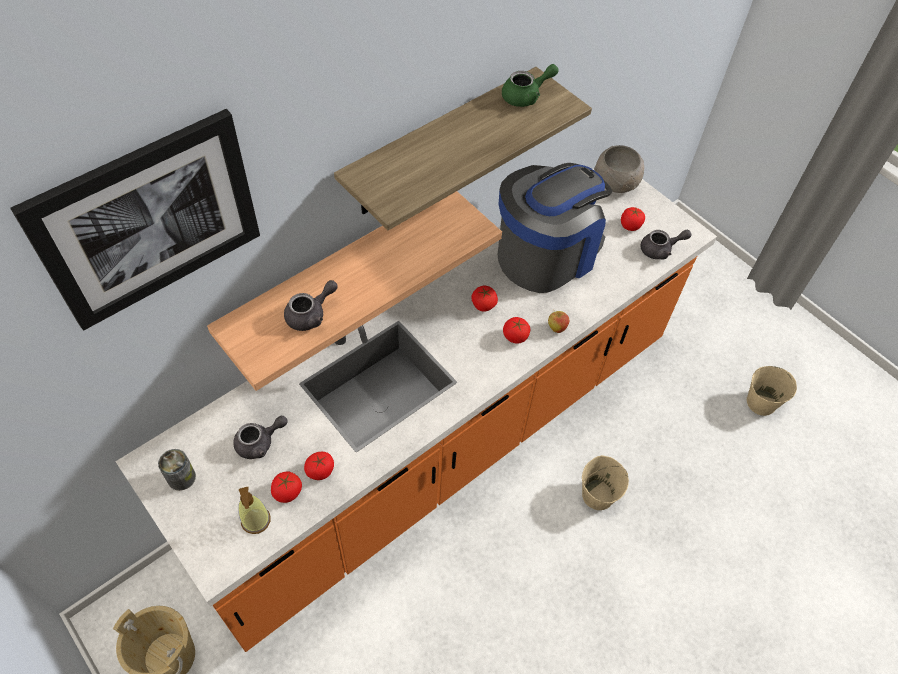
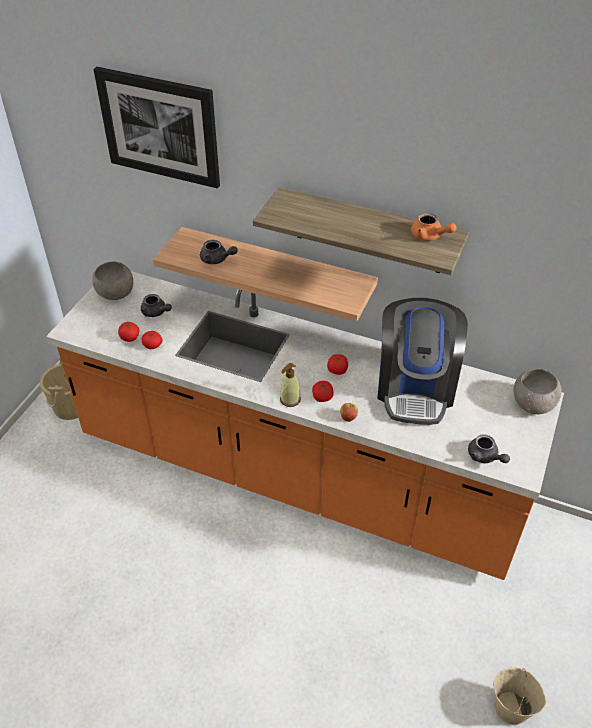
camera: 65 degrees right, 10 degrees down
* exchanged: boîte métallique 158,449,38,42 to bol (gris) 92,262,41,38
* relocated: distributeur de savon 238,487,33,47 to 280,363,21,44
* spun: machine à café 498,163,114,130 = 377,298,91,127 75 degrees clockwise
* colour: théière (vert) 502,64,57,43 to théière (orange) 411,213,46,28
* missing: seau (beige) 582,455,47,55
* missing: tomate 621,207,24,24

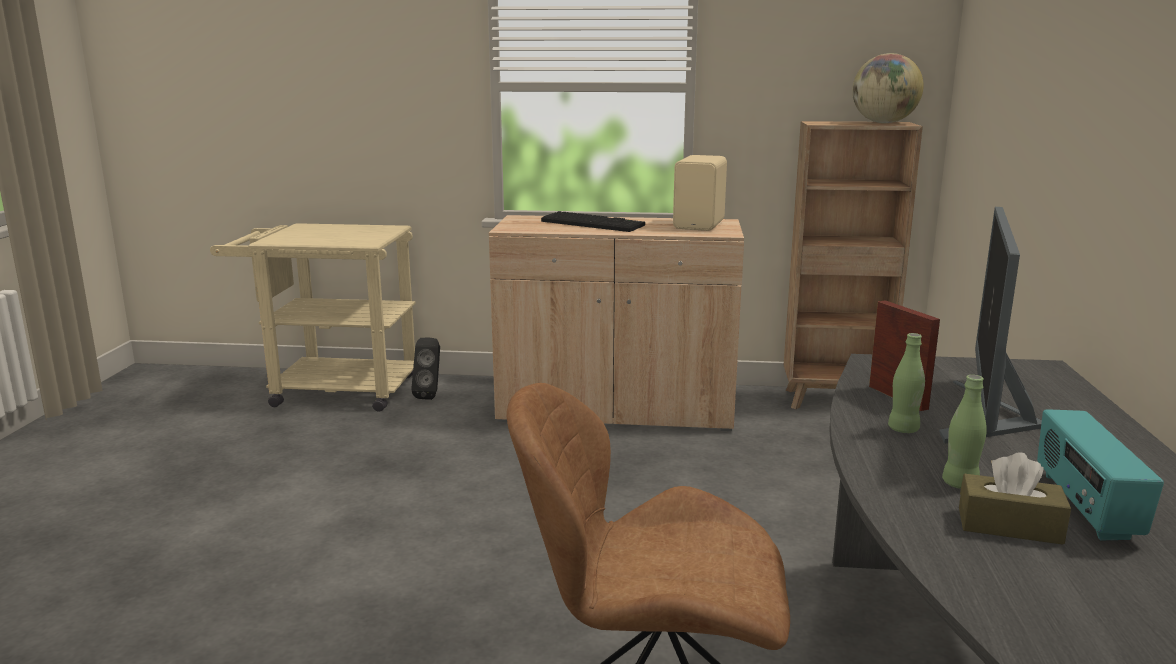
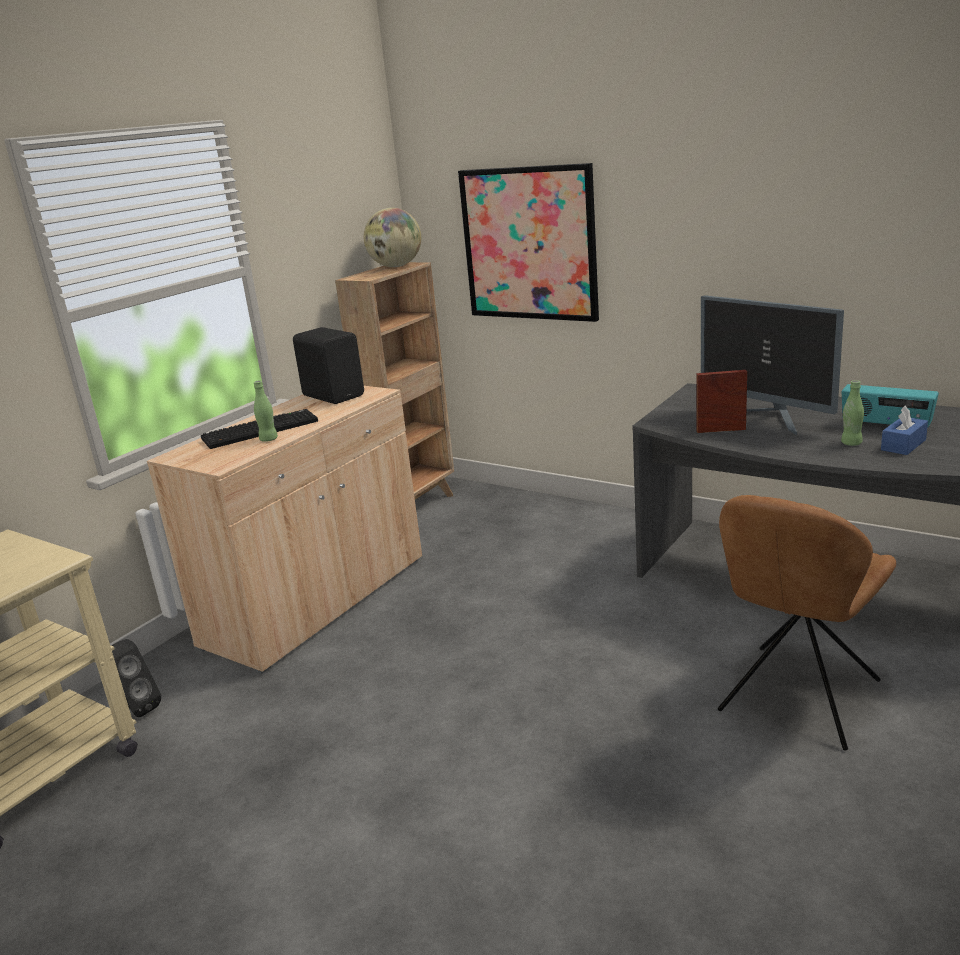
camera: 60 degrees left, 5 degrees up
* colour: enceinte (beige) 673,155,54,76 to enceinte (noir) 293,327,71,77
* relocated: bouteille (vert) 888,333,37,100 to 254,381,24,61
* colour: boîte à mouchoirs (marron) 959,452,112,93 to boîte à mouchoirs (bleu) 881,405,47,50
* appeared: tableau 458,163,141,159

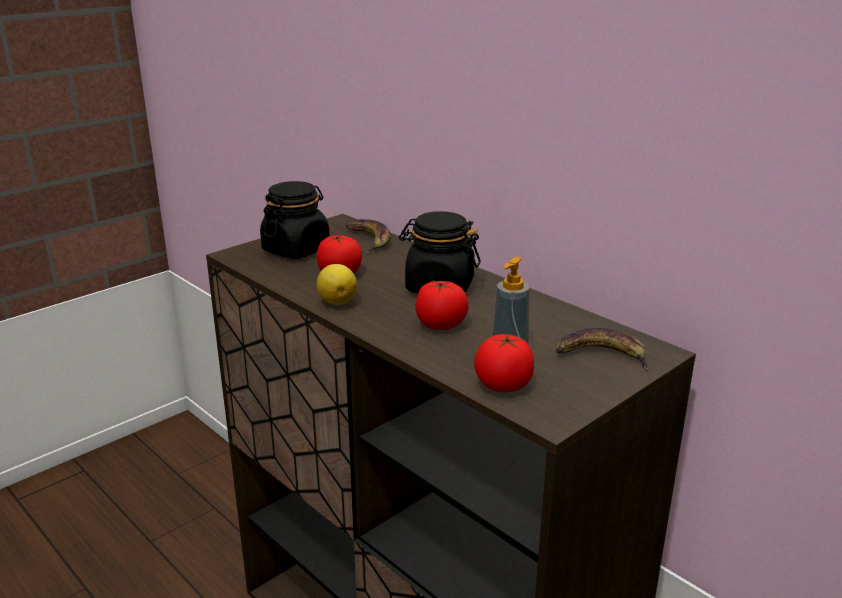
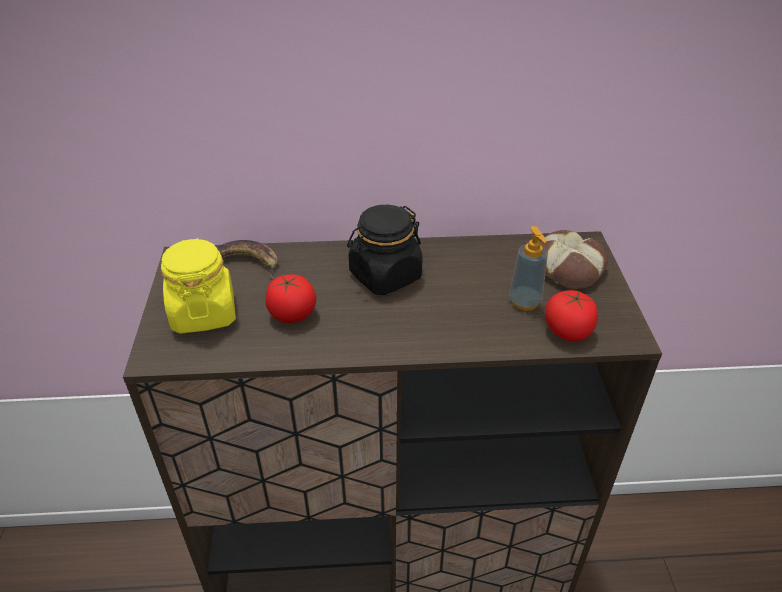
camera: 50 degrees left, 15 degrees up
* colour: bocal (noir) 260,181,70,78 to bocal (jaune) 161,238,75,96
* missing: citron 317,264,40,41
* missing: tomate 415,280,54,50
* exchanged: banane 556,328,93,42 to pain 540,230,68,59

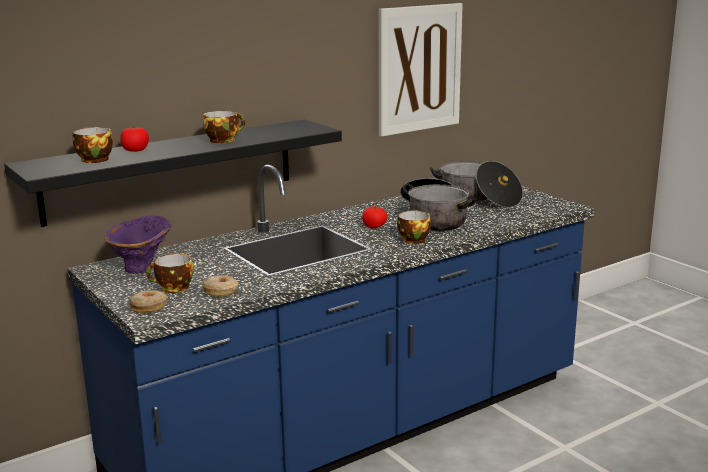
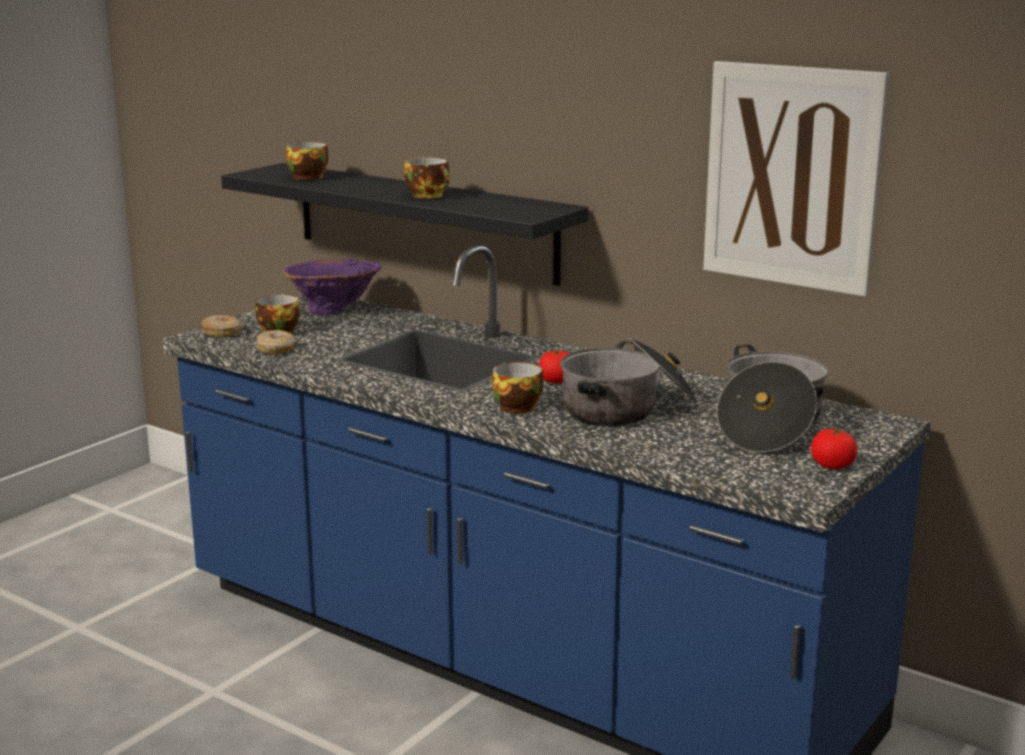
camera: 70 degrees right, 0 degrees up
* relocated: tomate 120,126,29,26 to 811,428,47,42

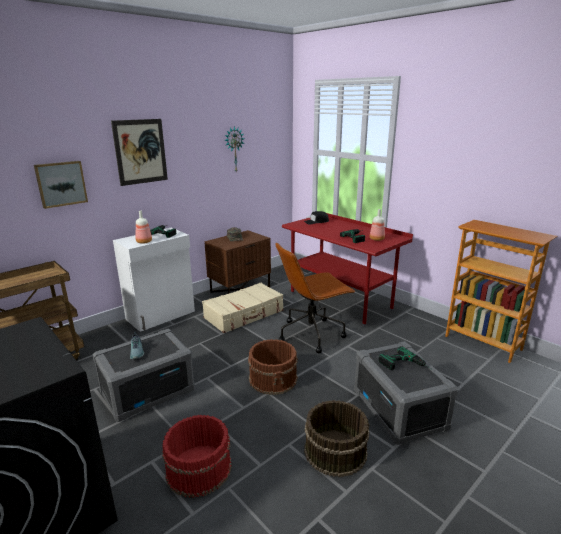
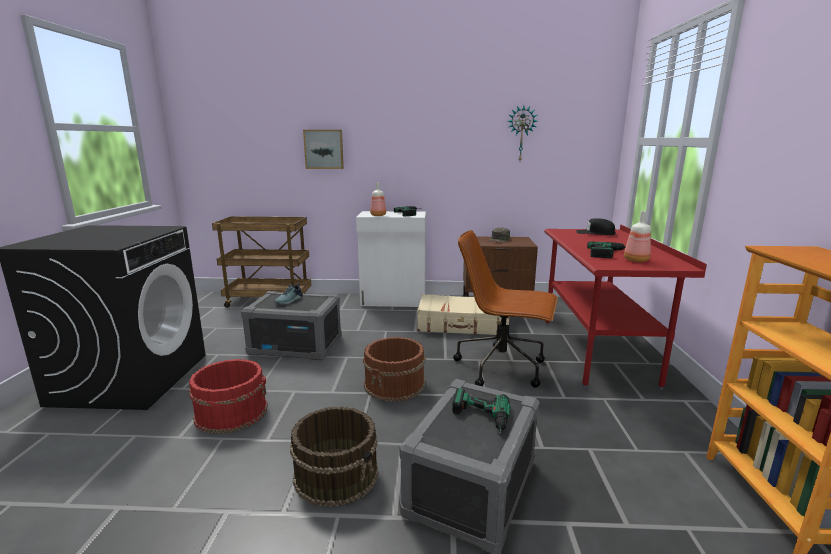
camera: 45 degrees right, 5 degrees down
* missing: tableau 111,119,57,67

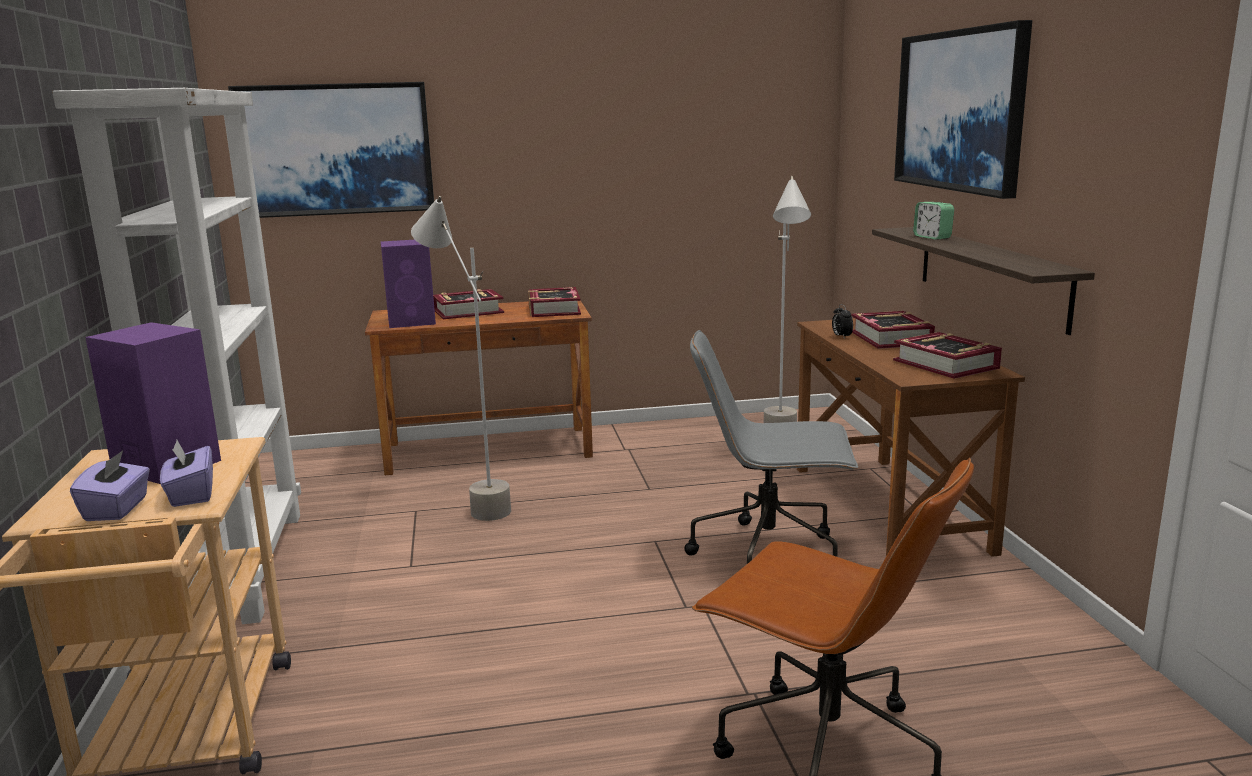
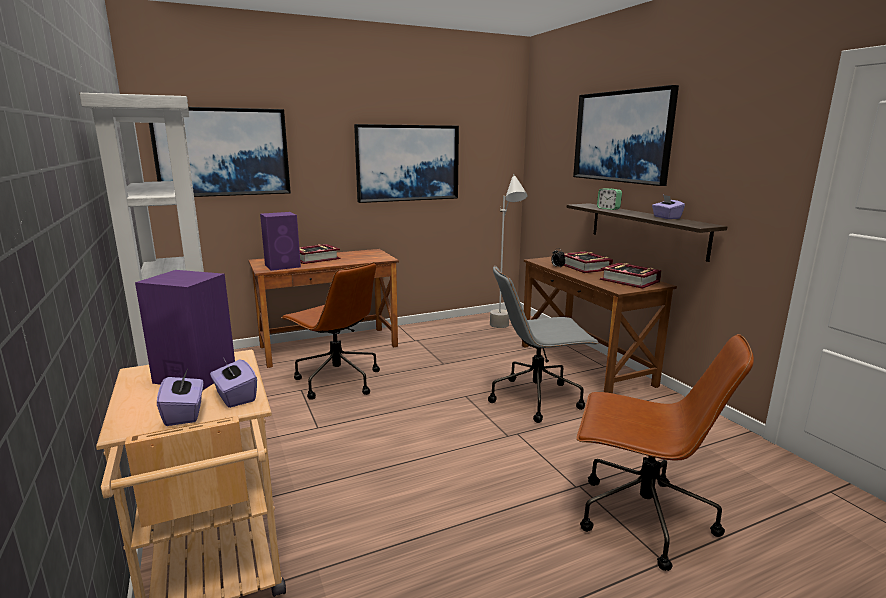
camera: 15 degrees left, 0 degrees up
* exchanged: lampadaire (gris) 411,196,100,325 to chaise de bureau (marron) 281,262,99,138
* missing: livre 528,287,53,30
* appeared: tableau 354,124,105,79
* appeared: boîte à mouchoirs (violet) 652,195,33,24

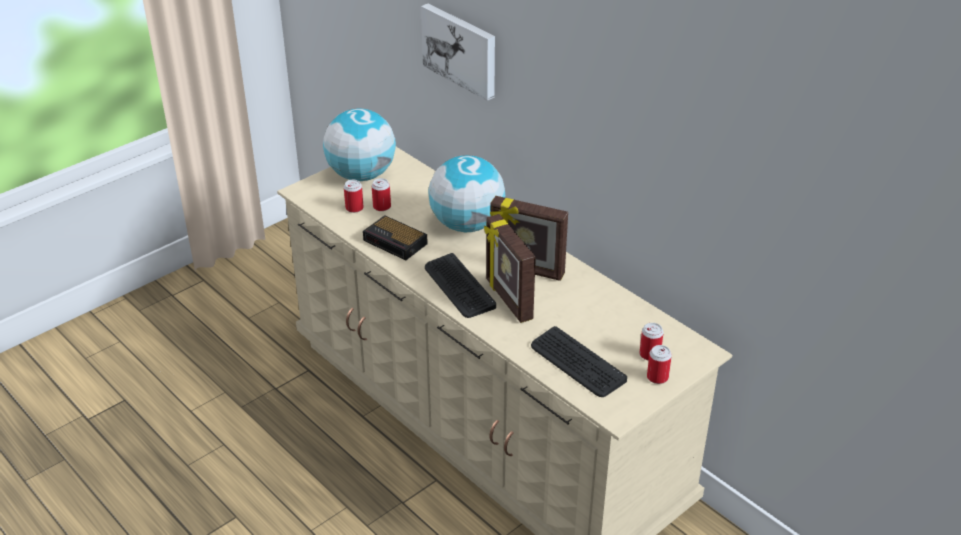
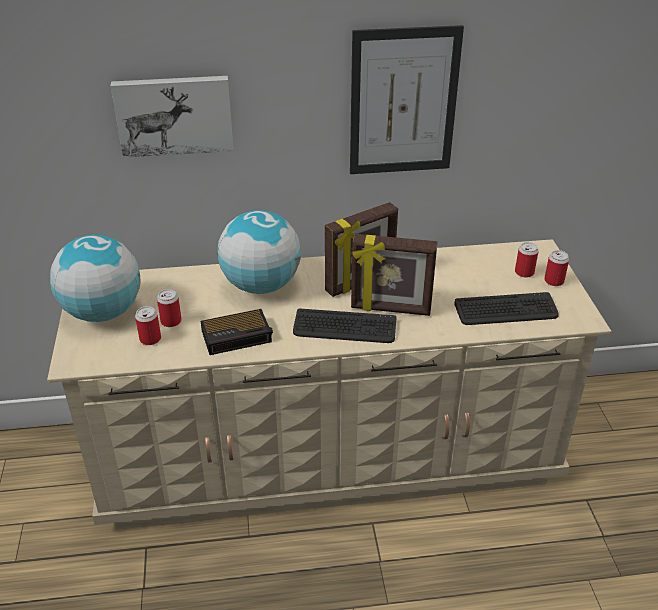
camera: 55 degrees left, 0 degrees up
* appeared: tableau 350,25,114,149

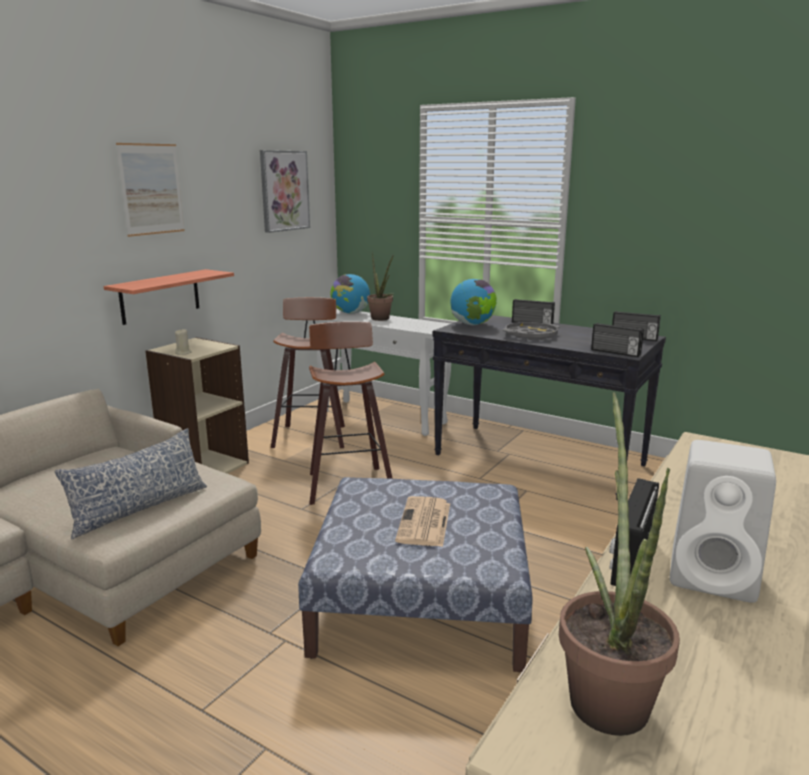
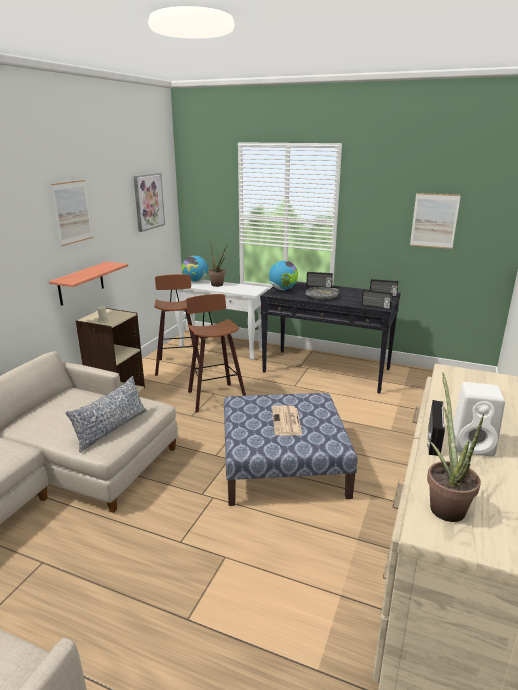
camera: 10 degrees left, 5 degrees up
* appeared: tableau 410,193,51,56

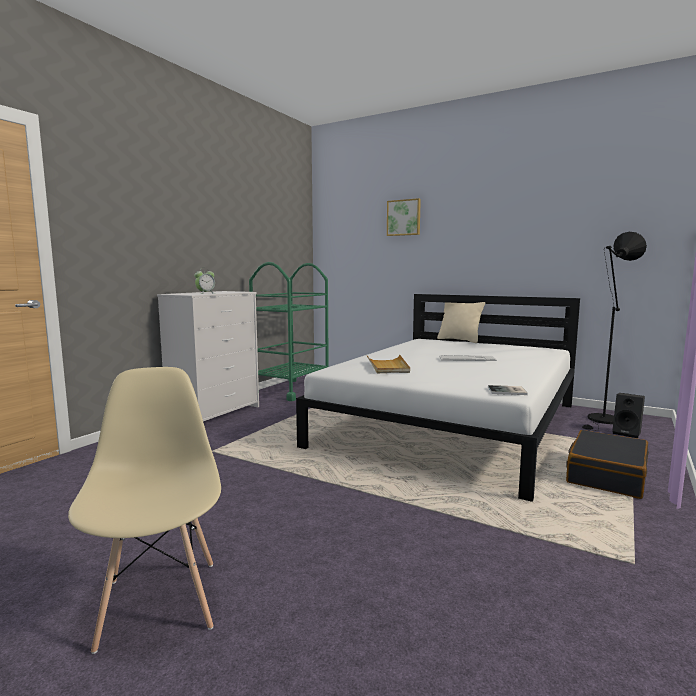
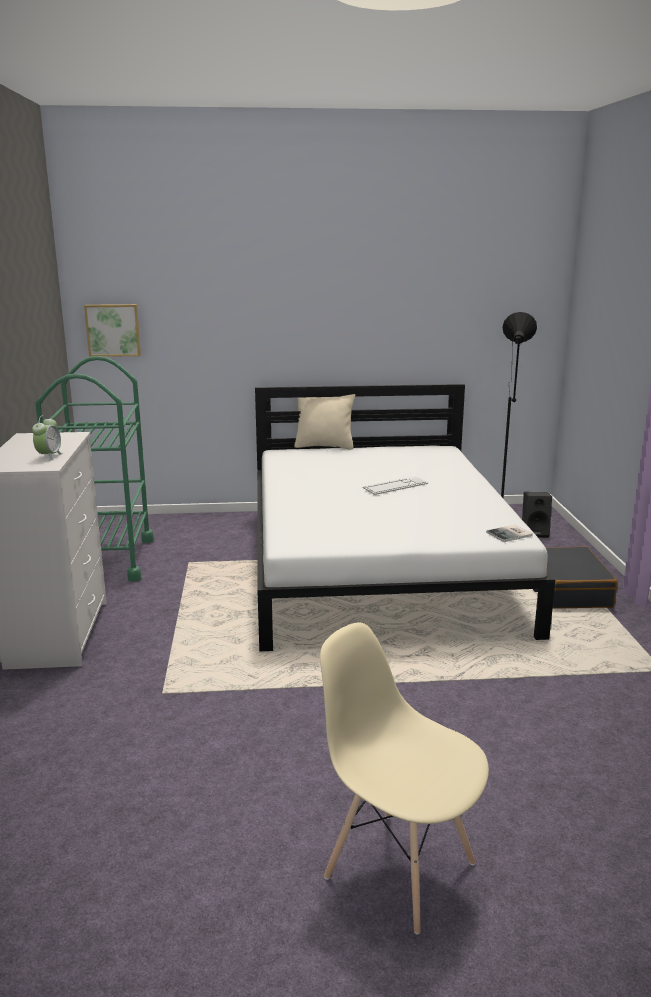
camera: 35 degrees left, 10 degrees up
* missing: plateau (beige) 367,355,43,18
* relocated: tableau 387,198,34,38 to 84,304,57,53

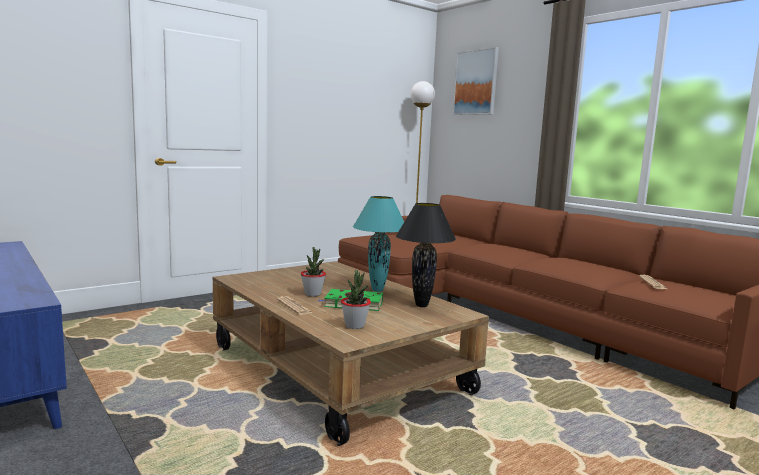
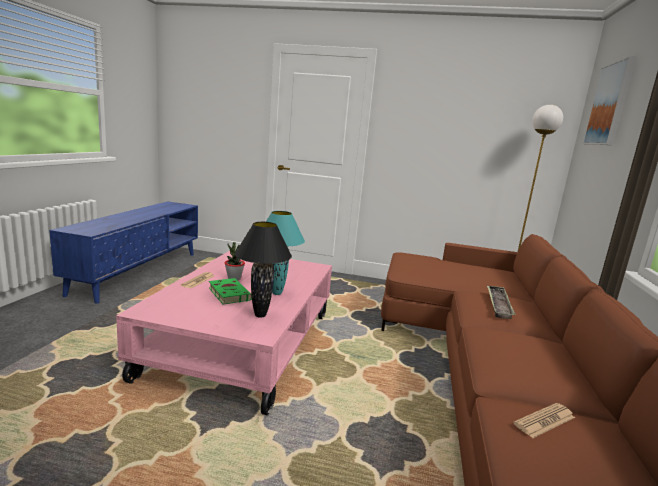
camera: 50 degrees right, 5 degrees up
* colour: table basse (marron) 212,261,277,185 to table basse (rose) 116,250,216,166
* missing: plante en pot 341,270,30,59
* appeared: plateau 487,286,29,33

